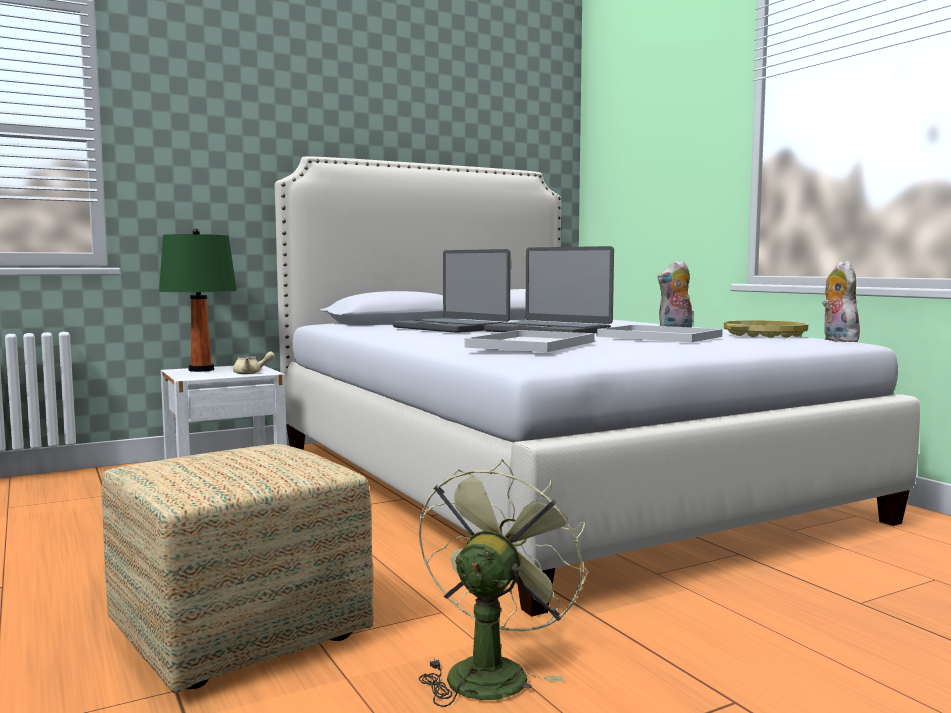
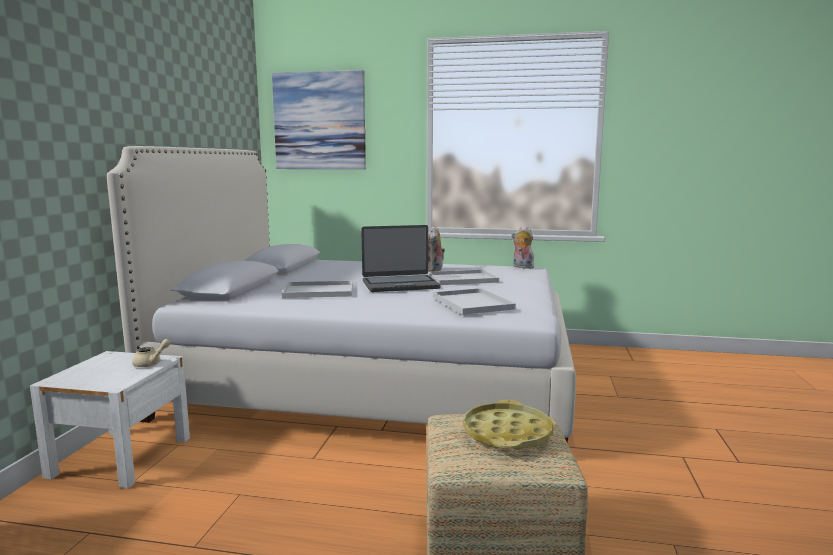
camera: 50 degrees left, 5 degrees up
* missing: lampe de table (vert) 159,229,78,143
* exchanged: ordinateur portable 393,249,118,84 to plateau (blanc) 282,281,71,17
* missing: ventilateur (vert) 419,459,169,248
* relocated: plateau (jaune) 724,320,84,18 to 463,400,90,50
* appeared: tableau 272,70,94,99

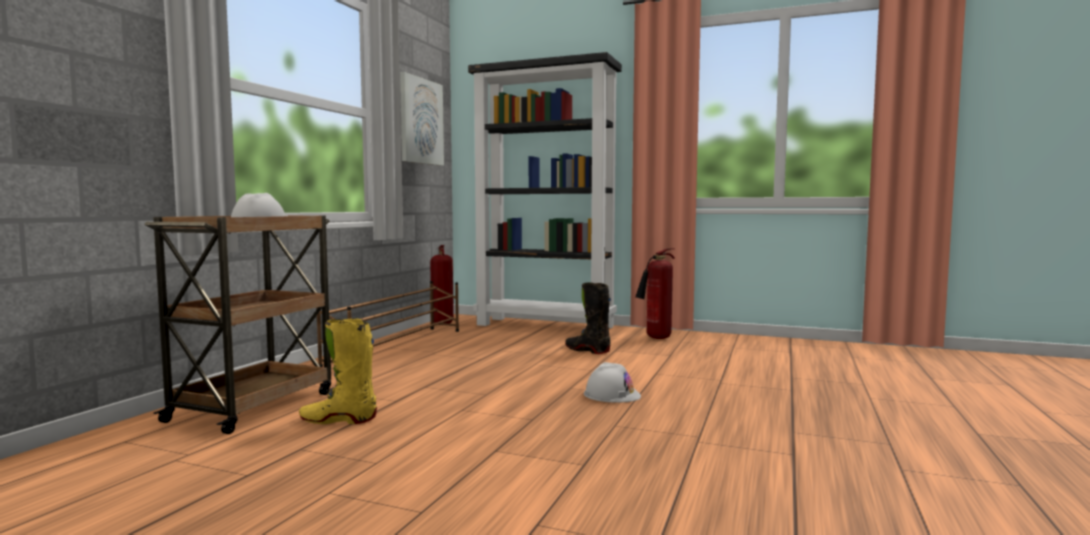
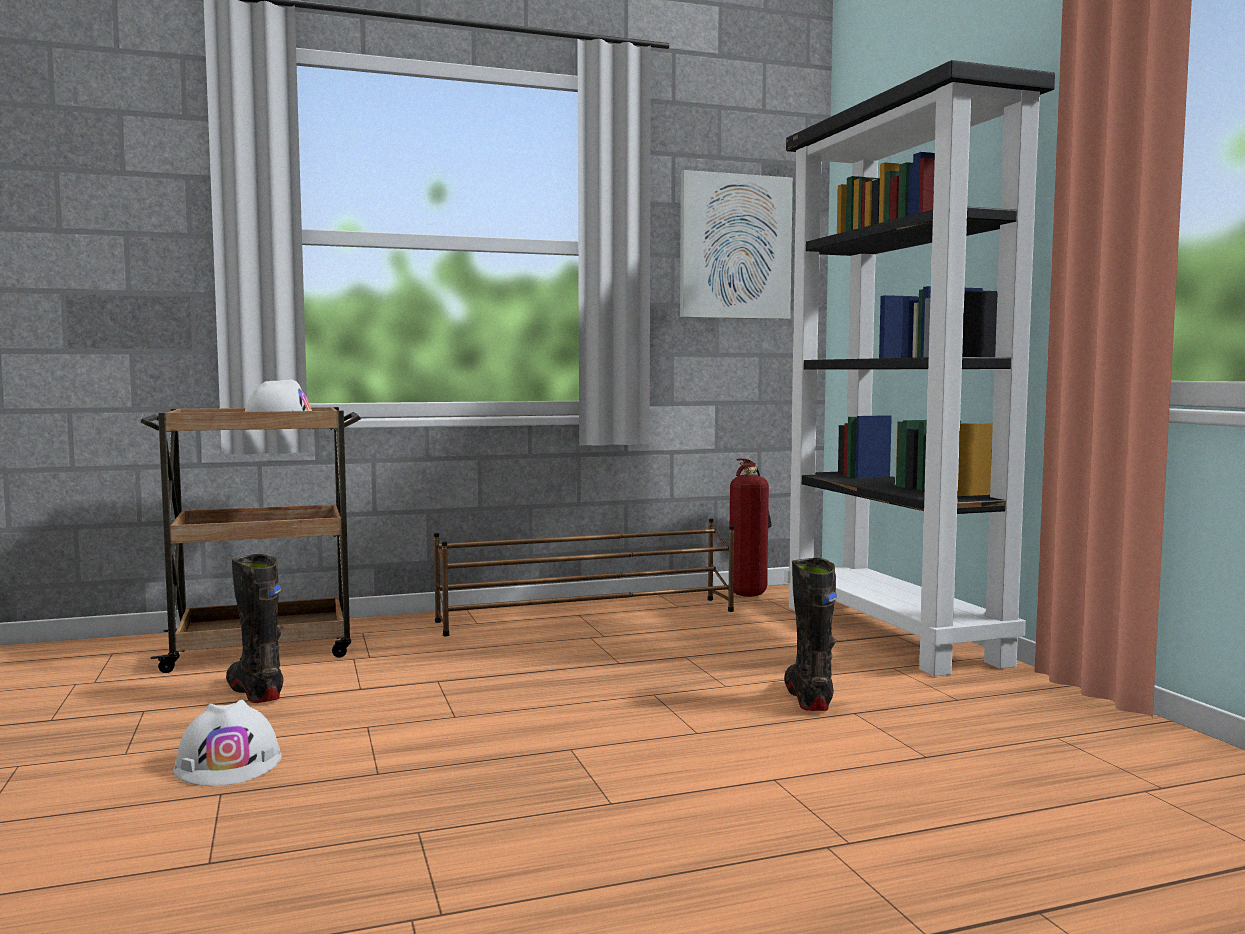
camera: 50 degrees right, 0 degrees up
* colour: botte (jaune) 299,319,78,105 to botte (noir) 226,554,58,149
* relocated: casque de chantier (blanc) 584,362,57,40 to 173,700,109,86
* missing: extincteur 635,248,40,91

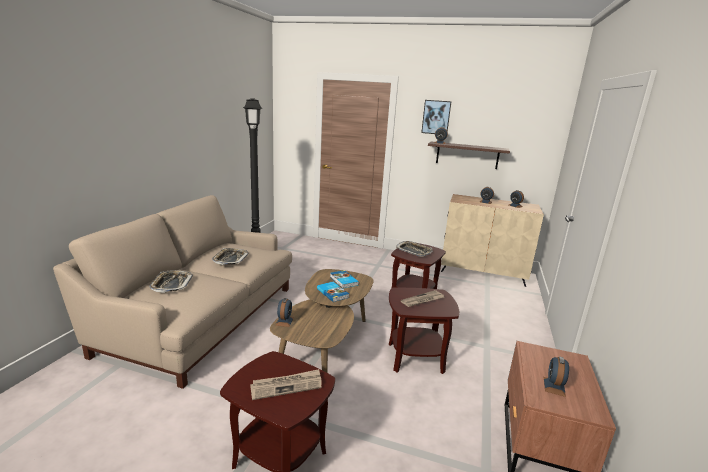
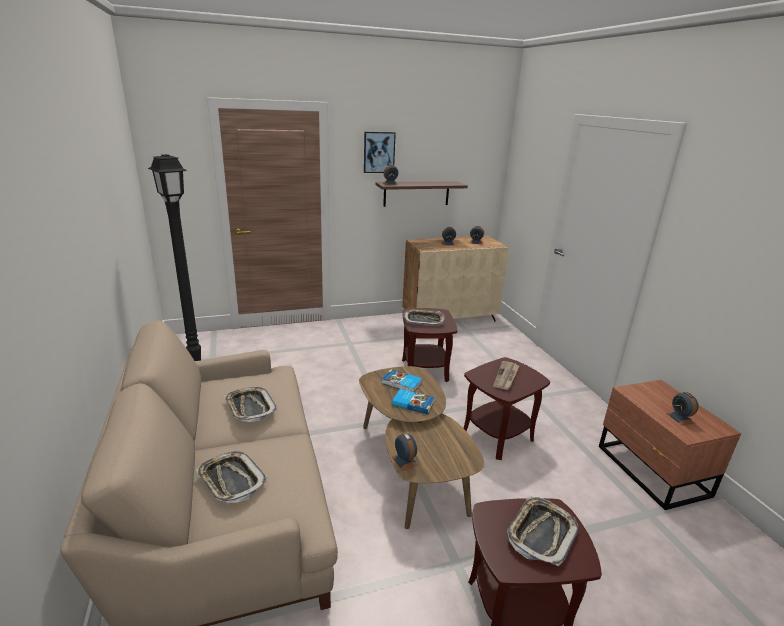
camera: 35 degrees left, 5 degrees up
* exchanged: journal 250,369,72,31 to plateau 507,496,72,70

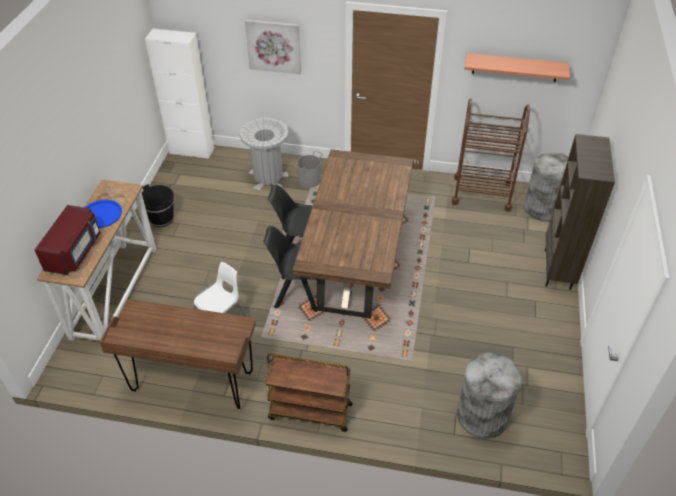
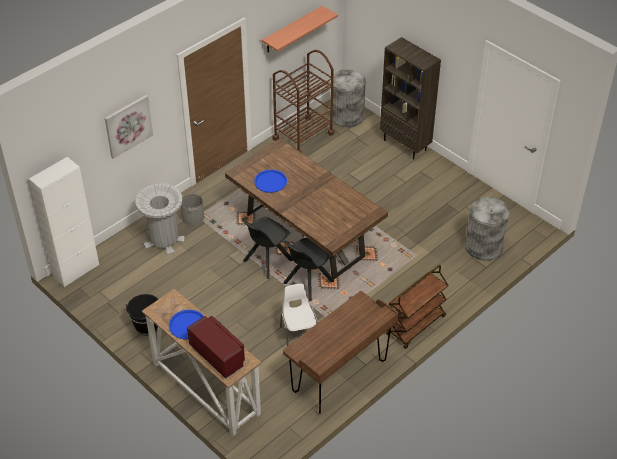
camera: 55 degrees left, 0 degrees up
* appeared: plateau (bleu) 254,170,33,23

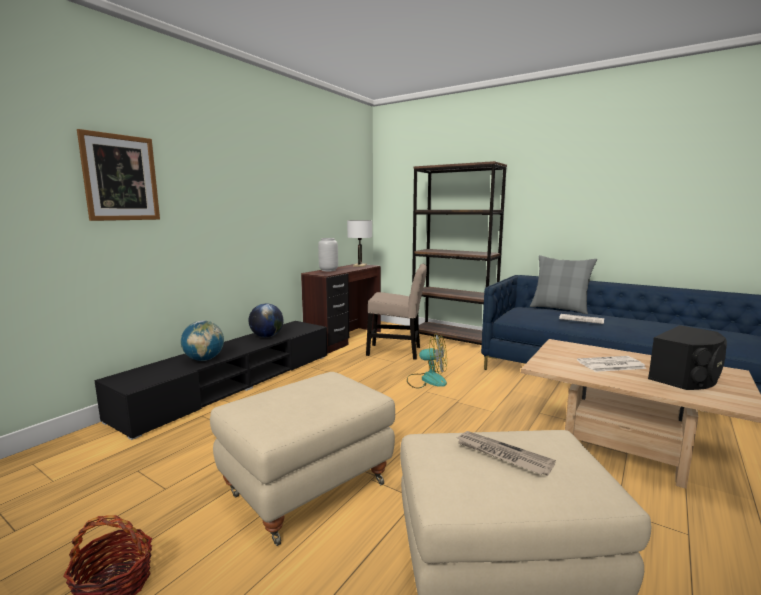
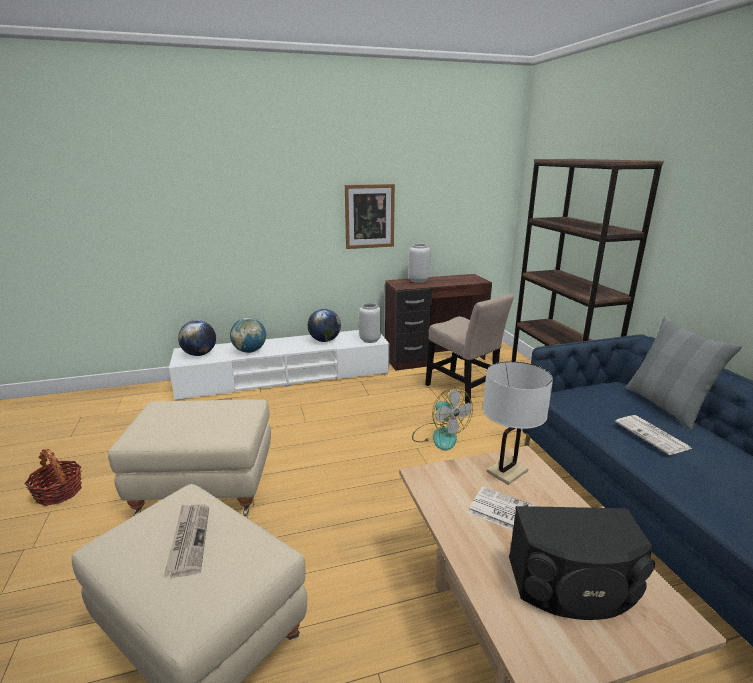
camera: 40 degrees right, 10 degrees up
* relocated: tableau 77,129,83,92 to 345,184,50,65
* colour: meuble télé (noir) 94,321,233,119 to meuble télé (blanc) 169,330,220,71
* relocated: lampe de table (blanc) 347,220,25,47 to 483,361,70,124
* appeared: globe 178,320,38,36
* appeared: vase (gris) 359,303,22,40

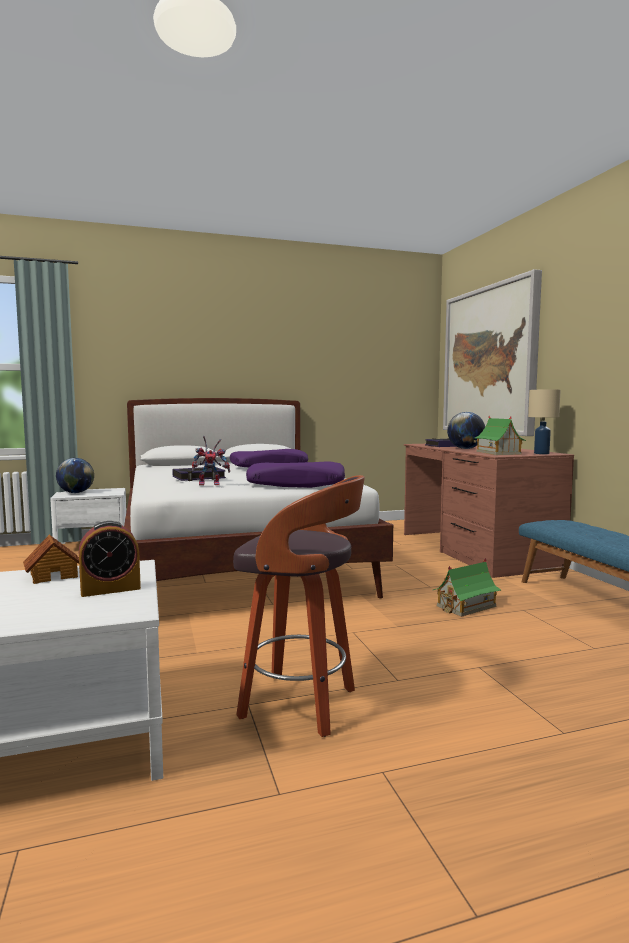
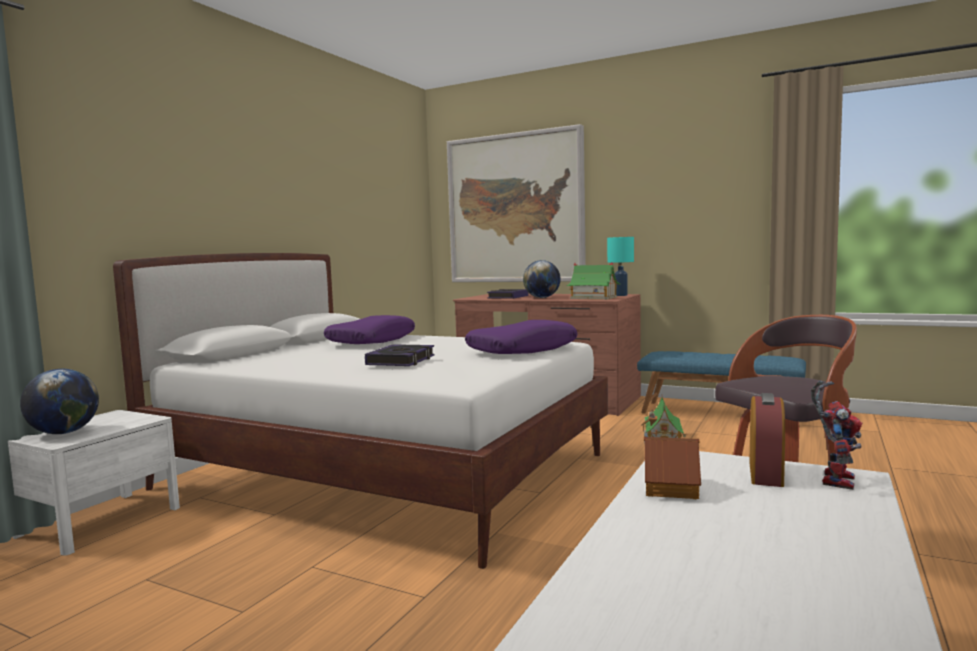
camera: 45 degrees left, 0 degrees up
* relocated: robot jouet 192,436,38,49 to 811,381,51,109
* colour: lampe de table (beige) 528,389,33,65 to lampe de table (turquoise) 607,237,27,59

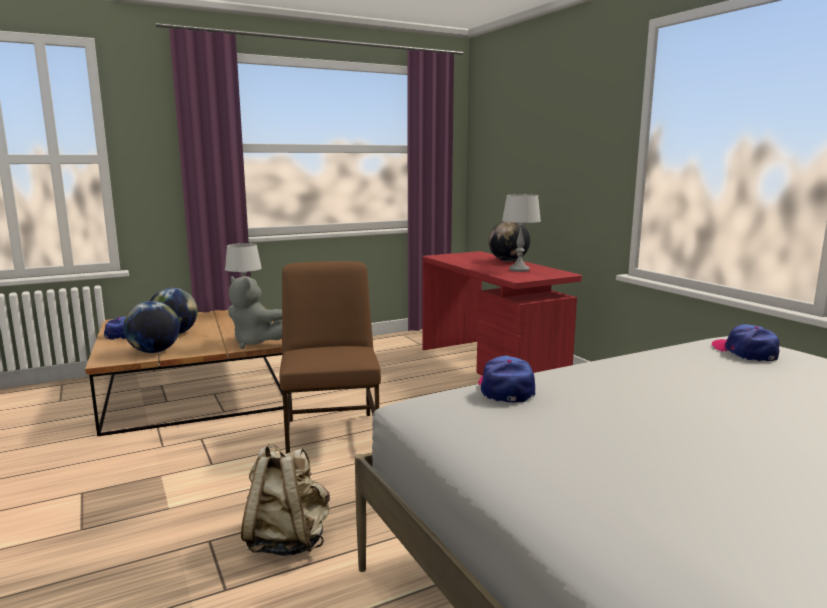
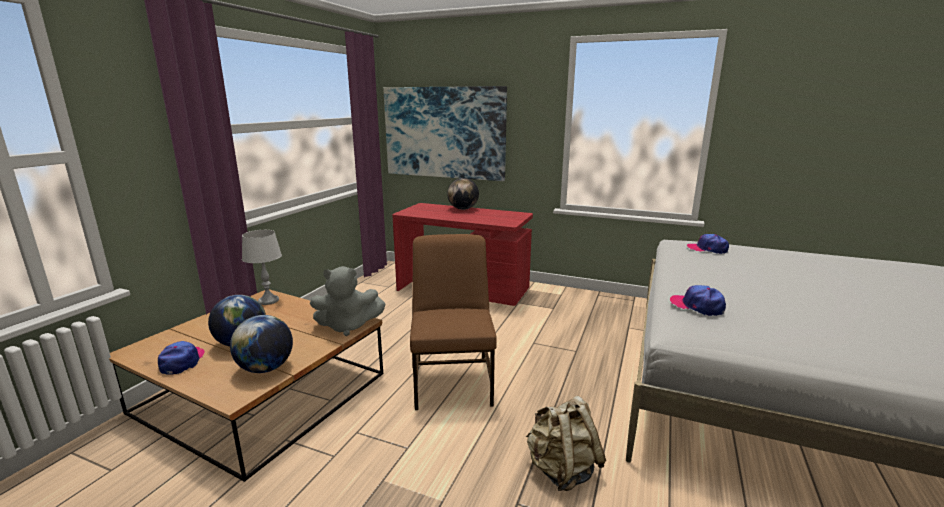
camera: 40 degrees left, 5 degrees up
* spun: chaise (marron) 280,261,101,193 = 410,234,87,176 45 degrees clockwise
* missing: lampe de table (gris) 502,194,39,78
* appeared: tableau 383,86,124,95

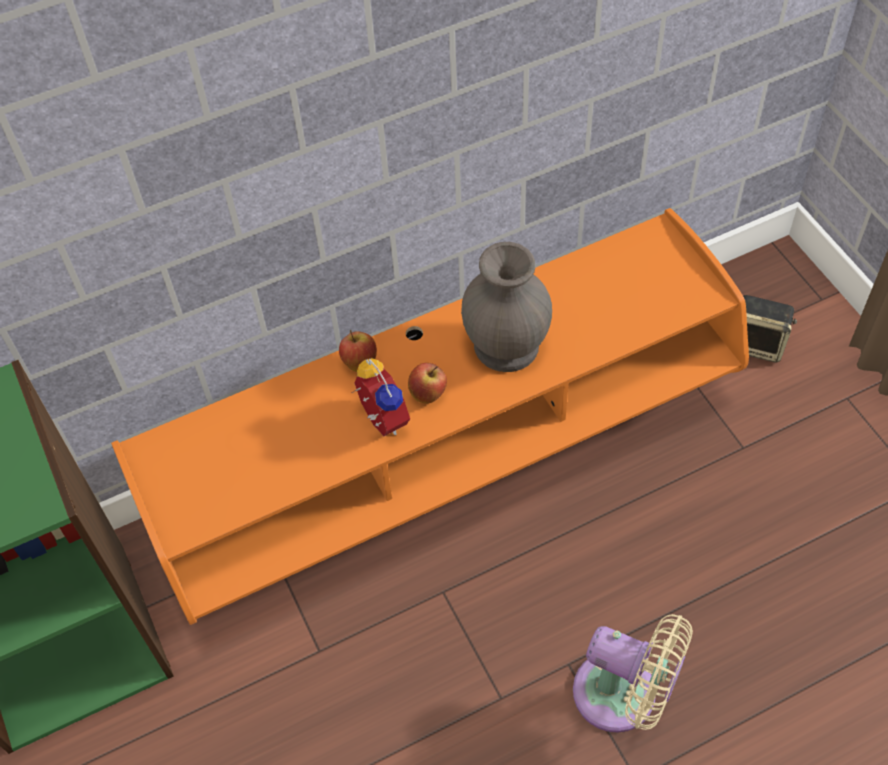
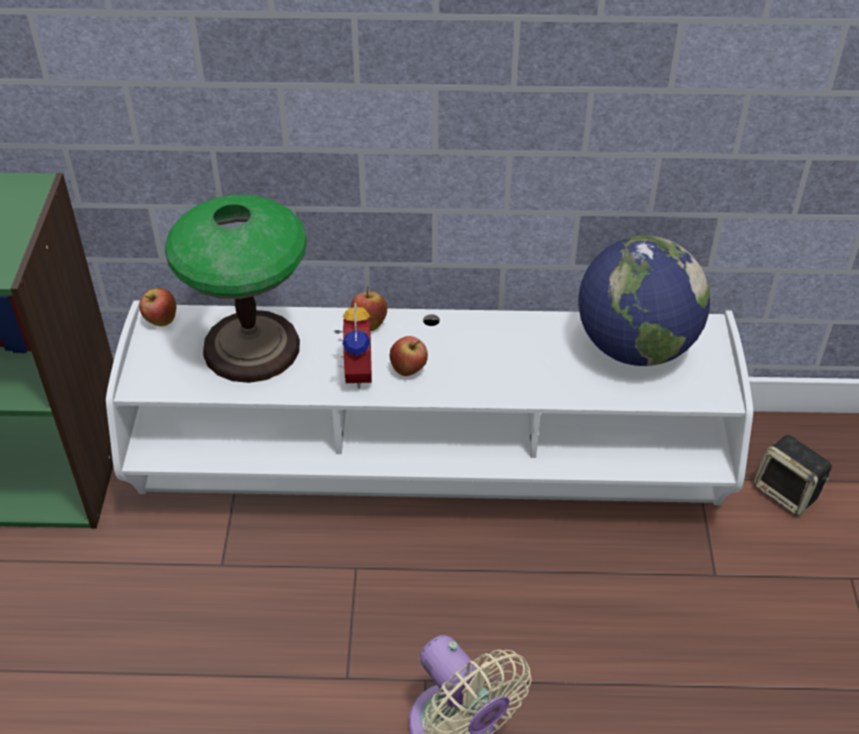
camera: 25 degrees right, 10 degrees down
* colour: meuble télé (orange) 111,208,638,417 to meuble télé (blanc) 106,301,647,204
* missing: vase (gris) 461,242,91,130
* appeared: pomme 139,288,37,38
* appeared: lampe de table 165,195,142,188
* appeared: globe 578,236,132,130

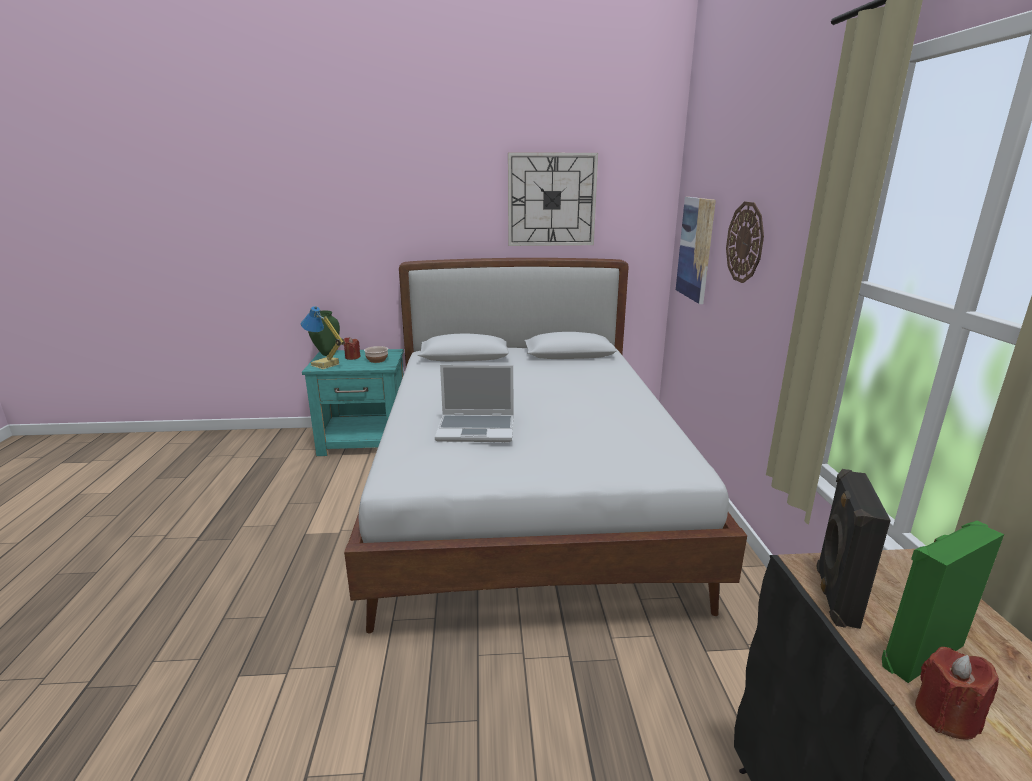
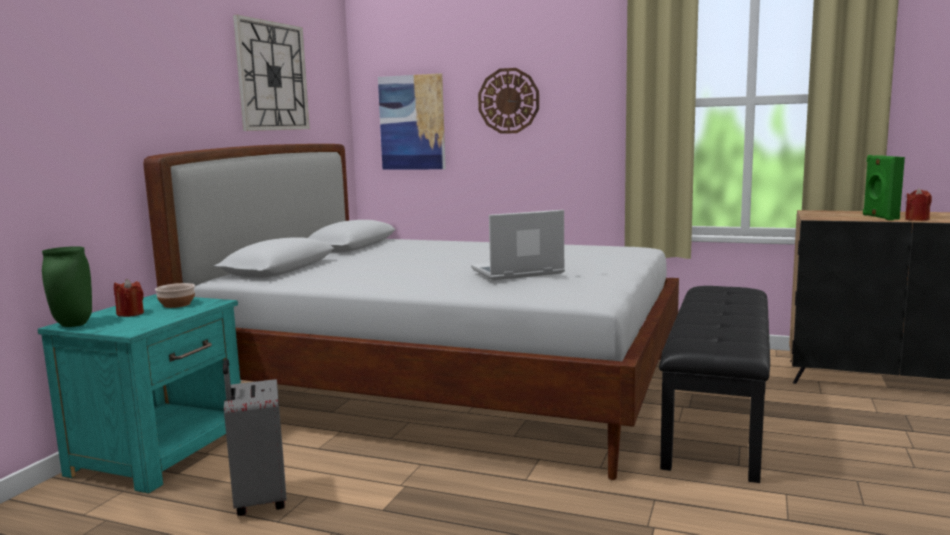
camera: 65 degrees left, 10 degrees down
* missing: lampe de table 301,306,44,63
* spun: ordinateur portable 435,365,78,77 = 471,210,94,70 135 degrees counterclockwise
* missing: enceinte (noir) 816,469,75,160
* appeared: valise (gris) 223,359,64,157
* appeared: banc (noir) 659,286,111,197

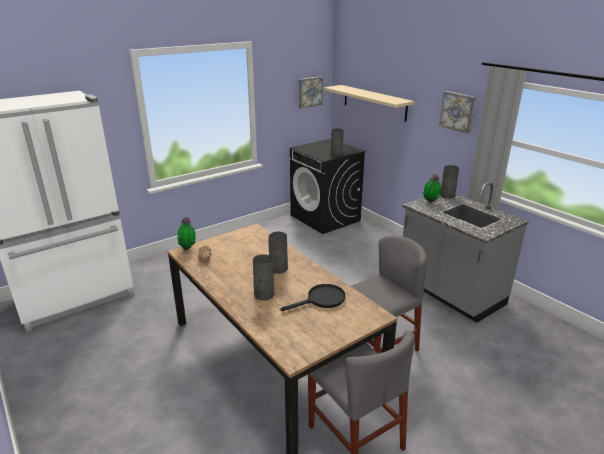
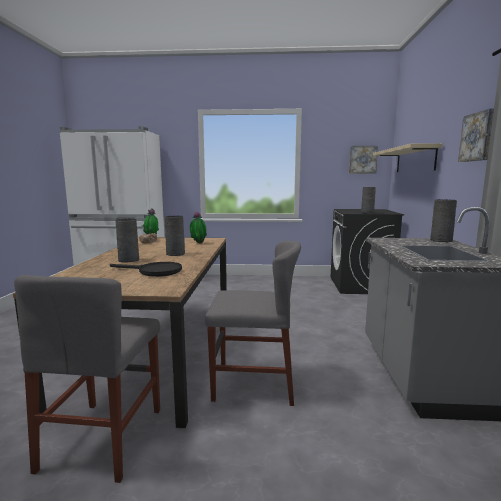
camera: 40 degrees right, 15 degrees down
* relocated: plante en pot 422,174,19,28 to 190,211,17,32

